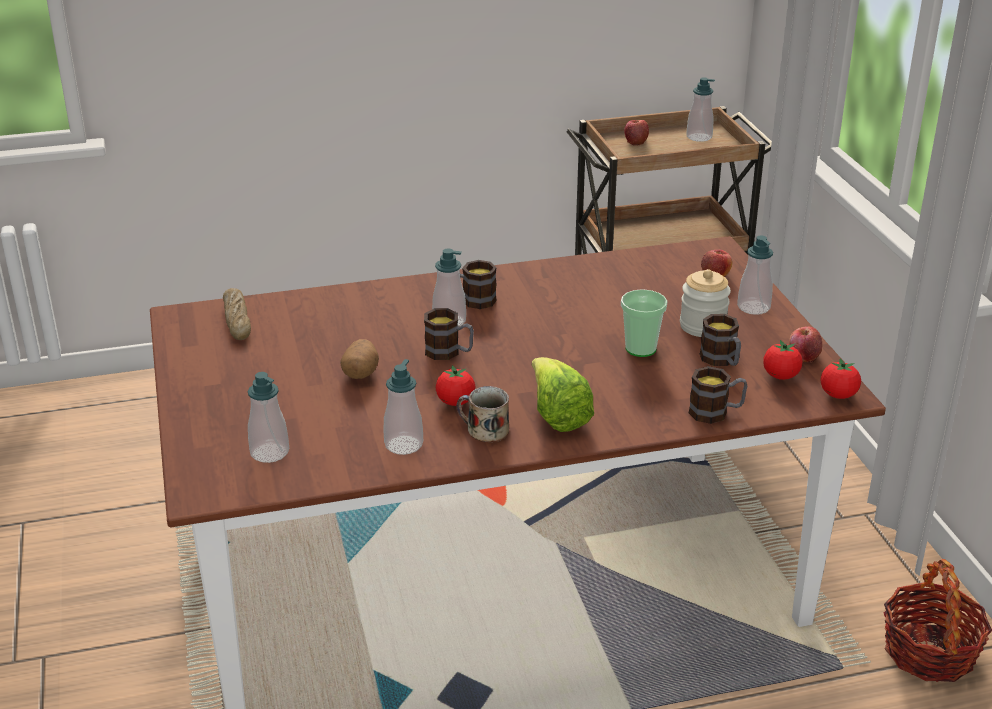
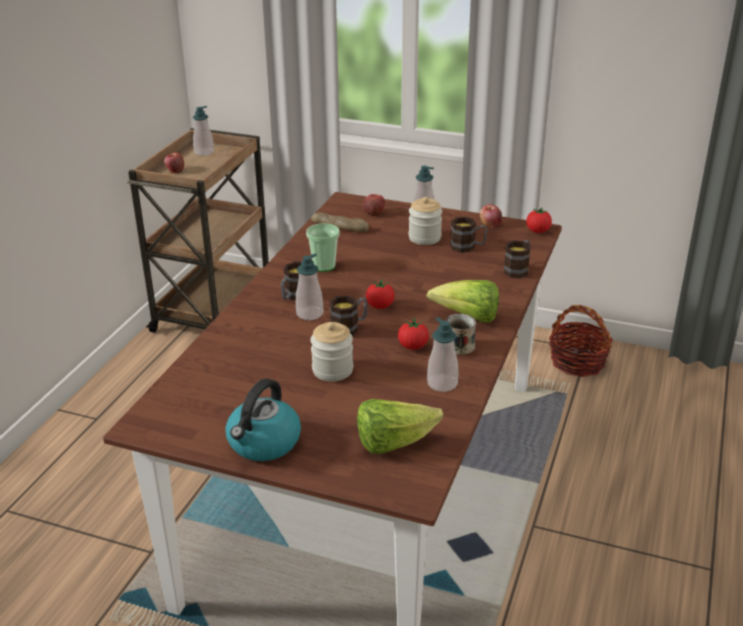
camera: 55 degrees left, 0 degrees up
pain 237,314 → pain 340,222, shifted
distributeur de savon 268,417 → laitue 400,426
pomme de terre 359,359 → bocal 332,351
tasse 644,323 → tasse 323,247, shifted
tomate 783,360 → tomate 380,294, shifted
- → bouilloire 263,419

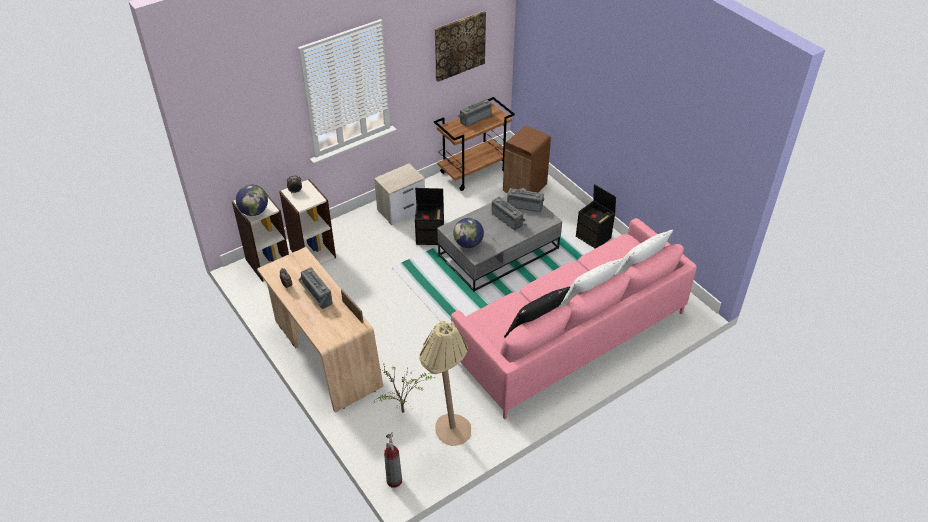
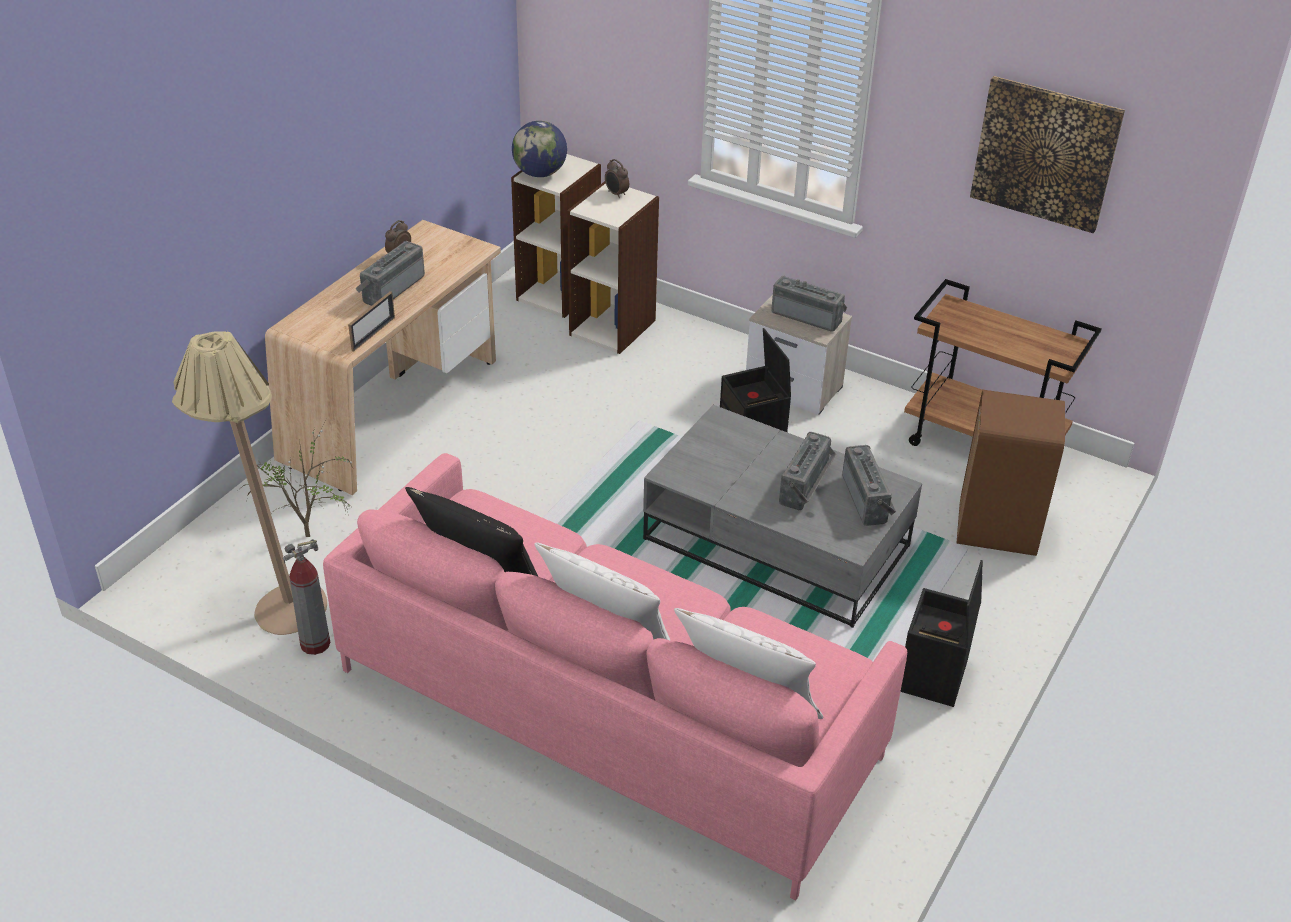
camera: 65 degrees right, 5 degrees down
extincteur 393,460 → extincteur 306,597, shifted
globe 468,233 → -
radio 475,113 → radio 809,304, shifted

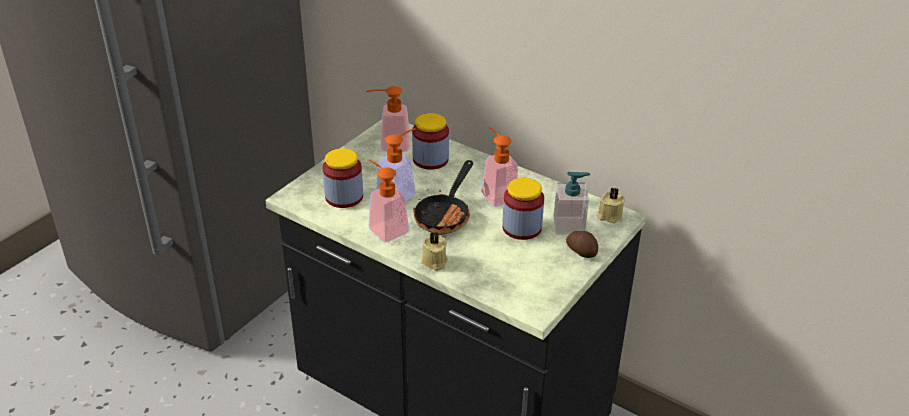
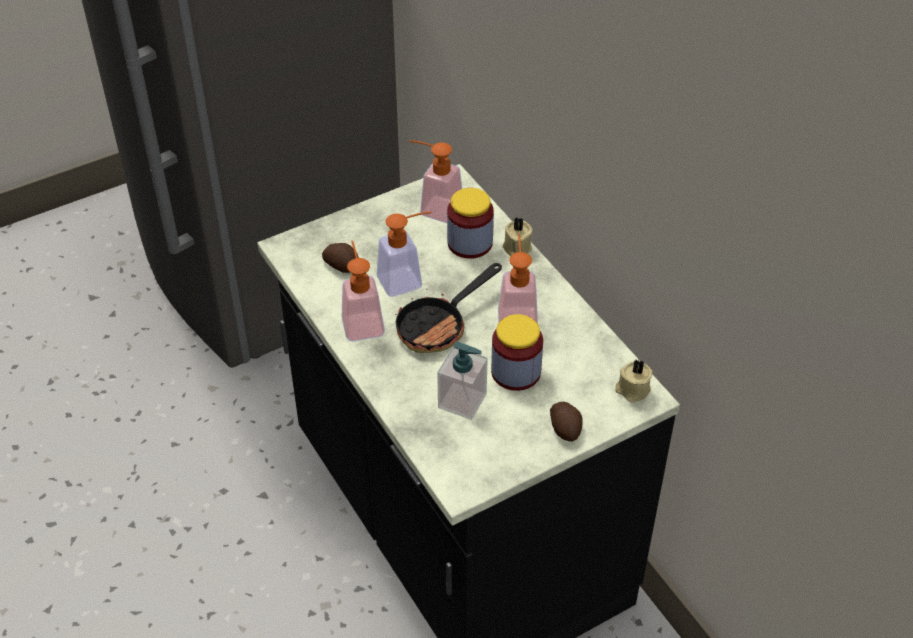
camera: 25 degrees right, 10 degrees up
bocal 343,178 → pomme de terre 340,258
bougie/beige 434,251 → bougie/beige 517,237, shifted
distributeur de savon 571,203 → distributeur de savon 462,381, shifted

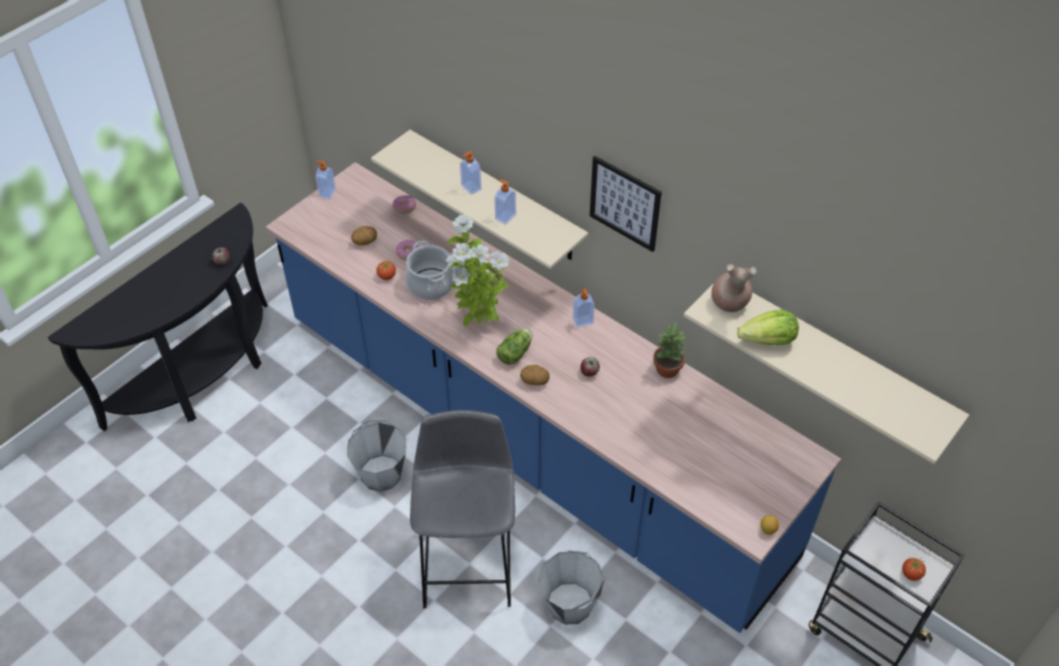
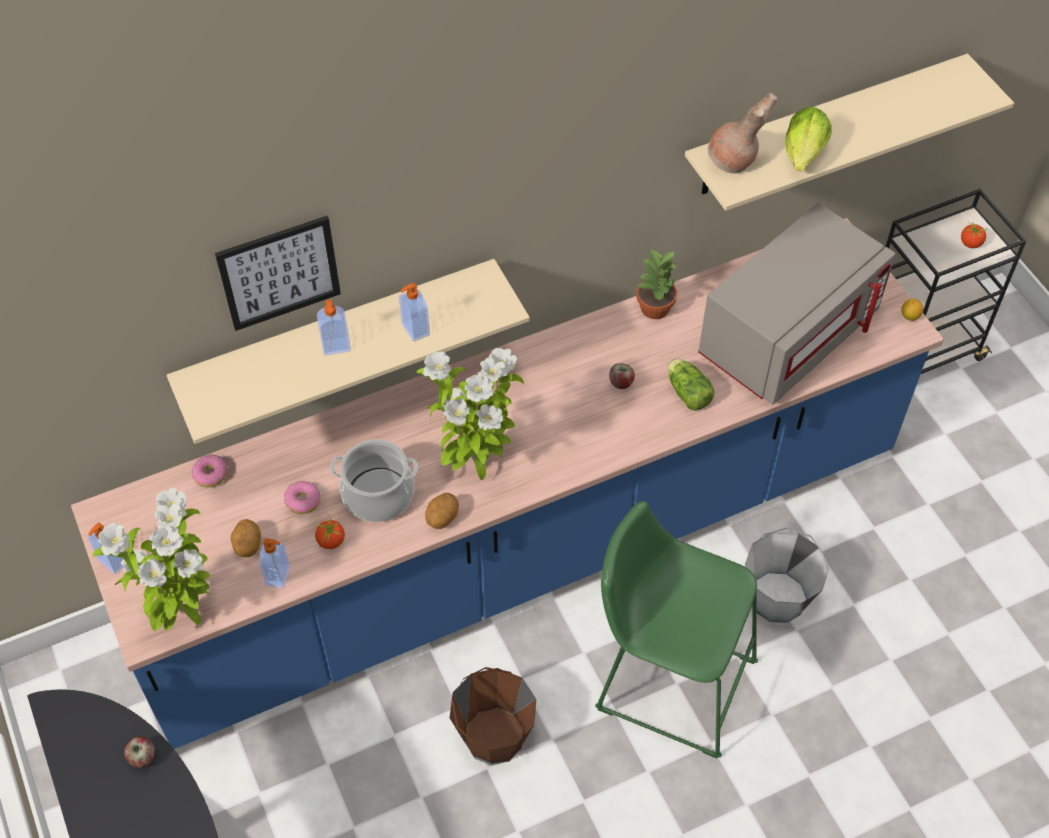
camera: 65 degrees left, 5 degrees up
seau/gris 376,456 → seau/marron 493,716
tabouret/gris 462,509 → tabouret/vert 676,629
laitue 514,346 → laitue 691,385, shifted
pomme de terre 534,375 → pomme de terre 442,511, shifted
distributeur de savon 584,308 → distributeur de savon 274,563, shifted
tableau 626,204 → tableau 278,273, shifted
- → plante en pot 151,559
- → micro-ondes/gris 797,304

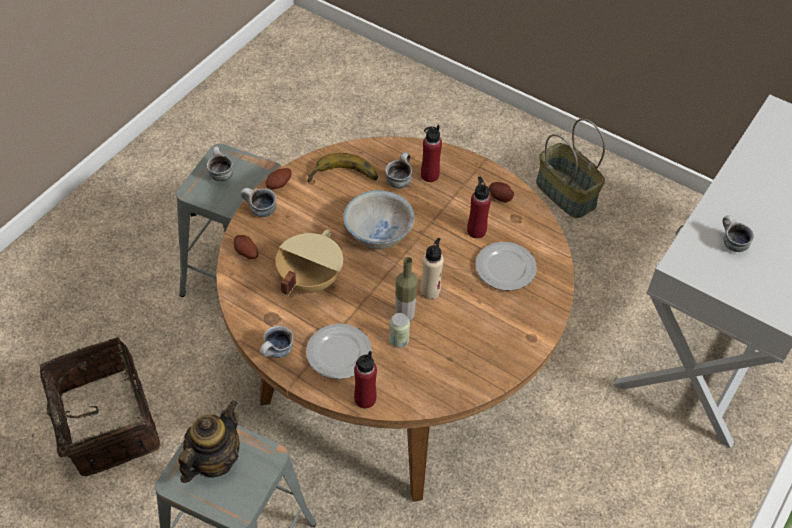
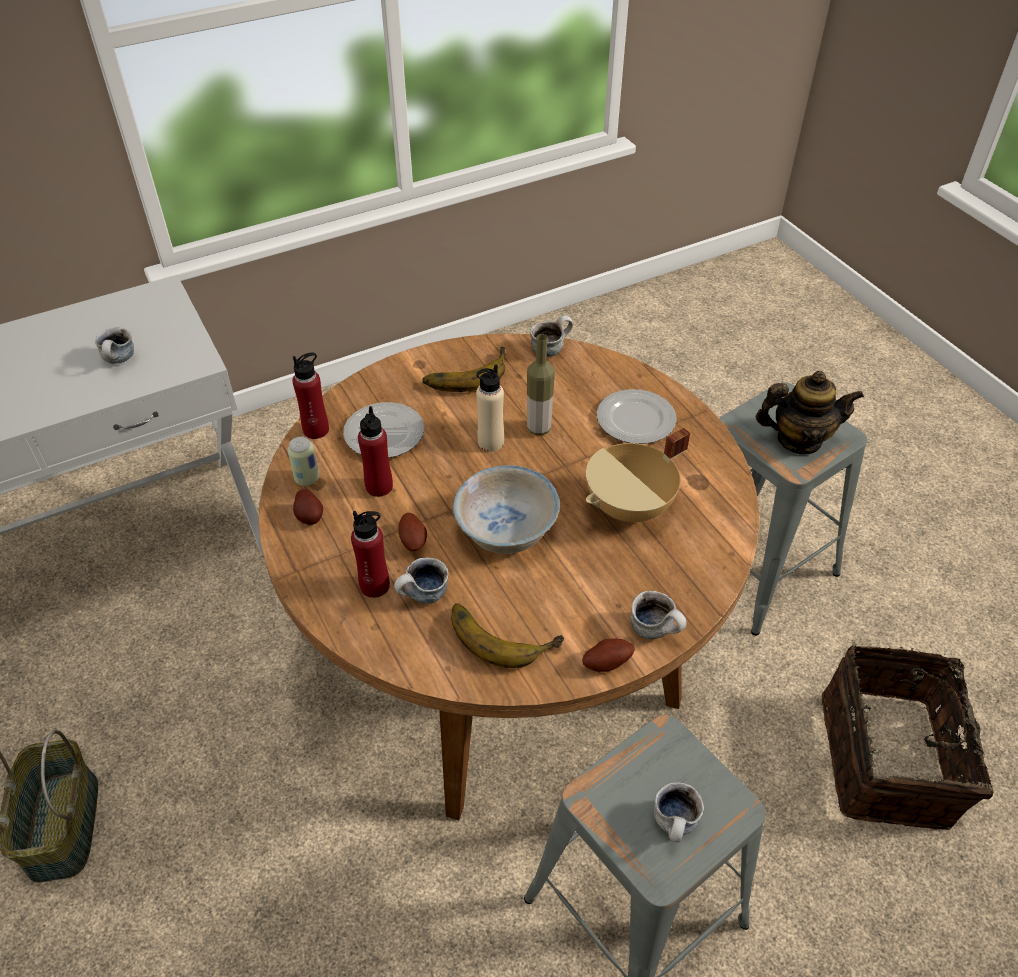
camera: 150 degrees left, 5 degrees down
théière 209,441 → théière 810,413, 150 degrees counterclockwise
pomme de terre 246,247 → pomme de terre 413,532, shifted
mug 276,342 → mug 551,336, shifted
bouteille/rouge 365,379 → bouteille/rouge 310,395, shifted
boîte métallique 399,330 → boîte métallique 303,461, shifted
- → banane 464,369

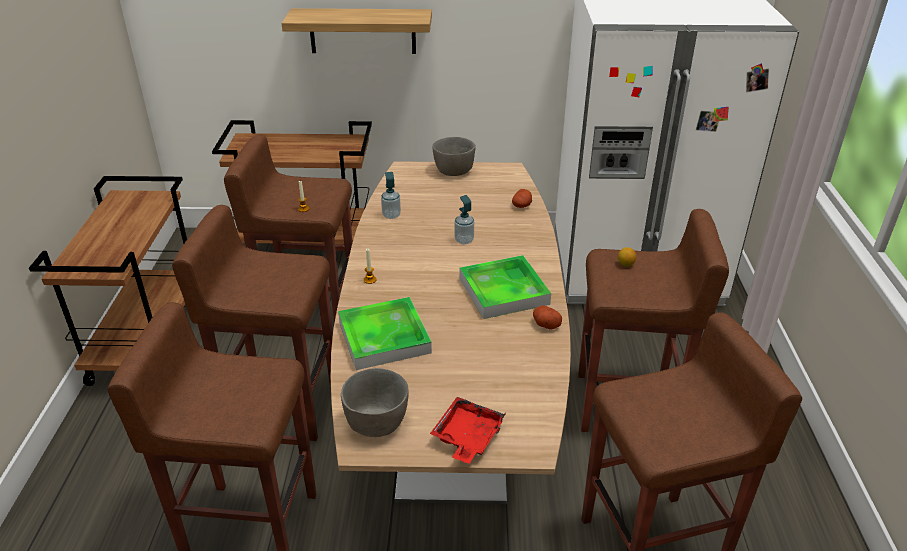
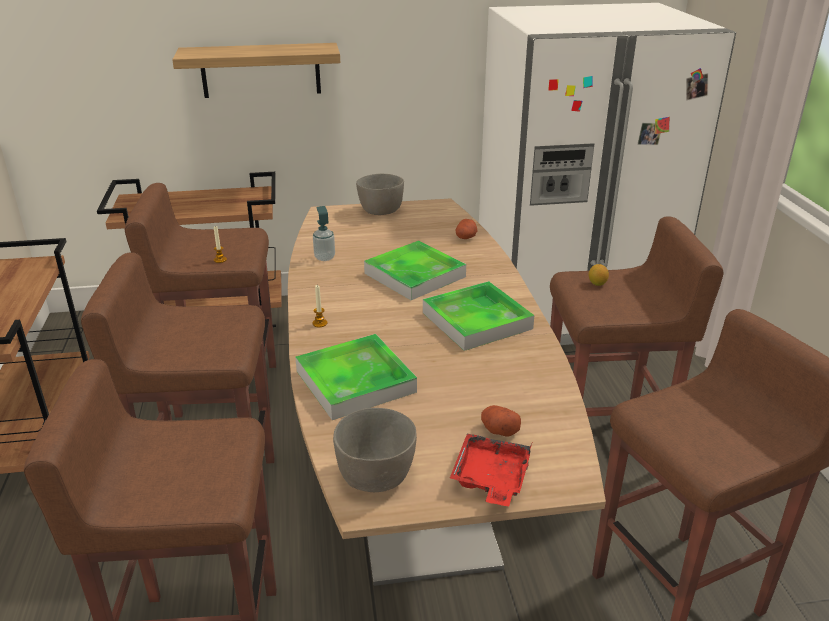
camera: 10 degrees left, 5 degrees down
distributeur de savon 464,219 → plateau 415,270
pomme de terre 547,318 → pomme de terre 501,421, shifted

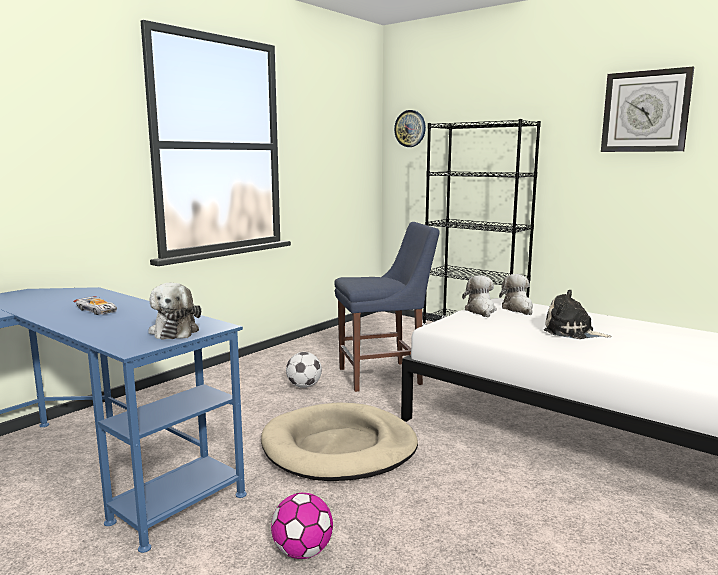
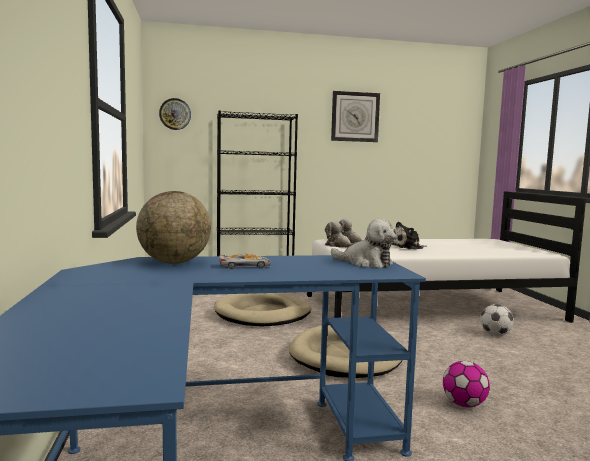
camera: 50 degrees left, 5 degrees down
ballon de foot 304,370 → ballon de foot 497,320, shifted
chaise/bleu 387,307 → panier pour chien/beige 262,309
- → globe 173,227

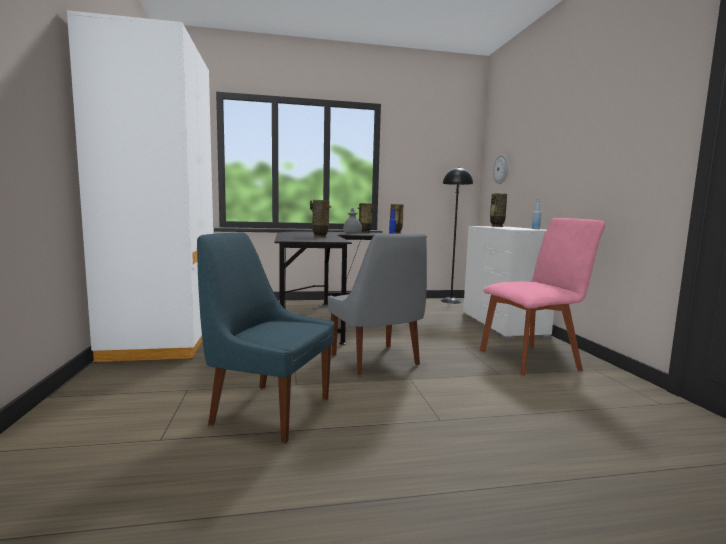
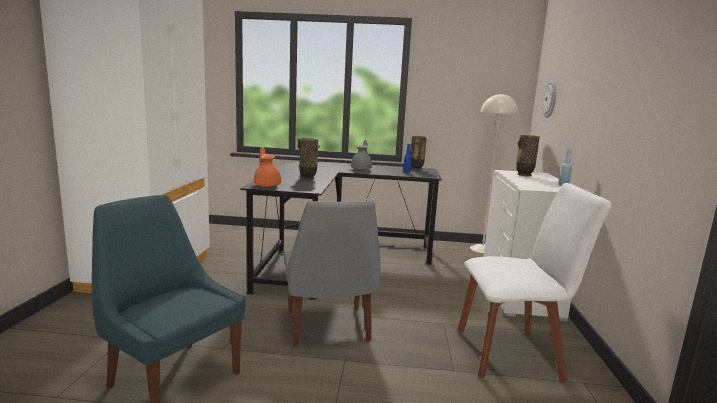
camera: 15 degrees right, 5 degrees up
vase 366,218 → -
lampadaire/noir 457,235 → lampadaire/beige 494,173
chaise/rose 542,297 → chaise/blanc 535,283
- → théière/orange 267,167

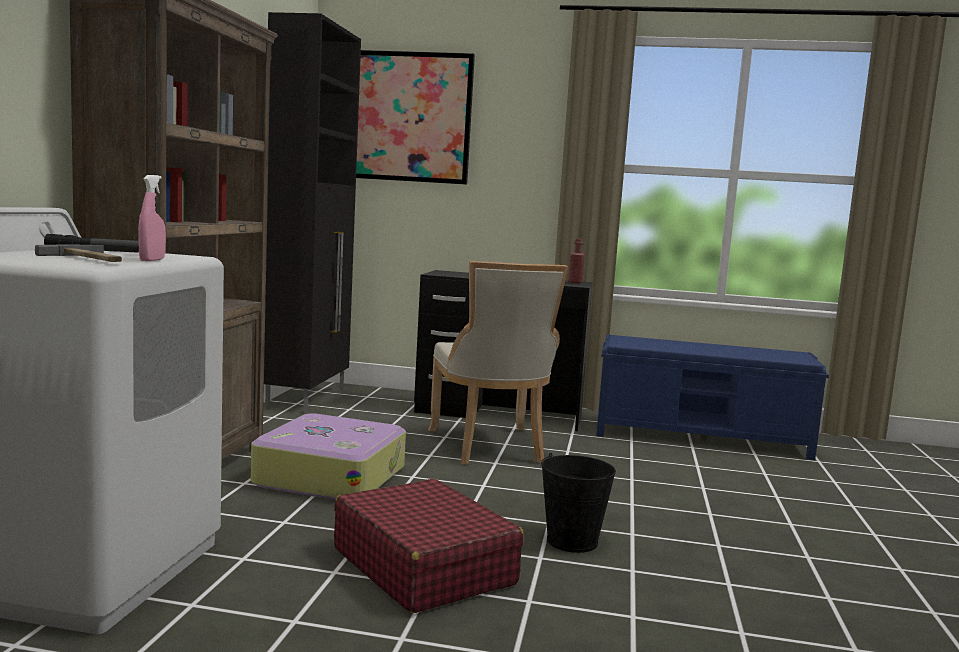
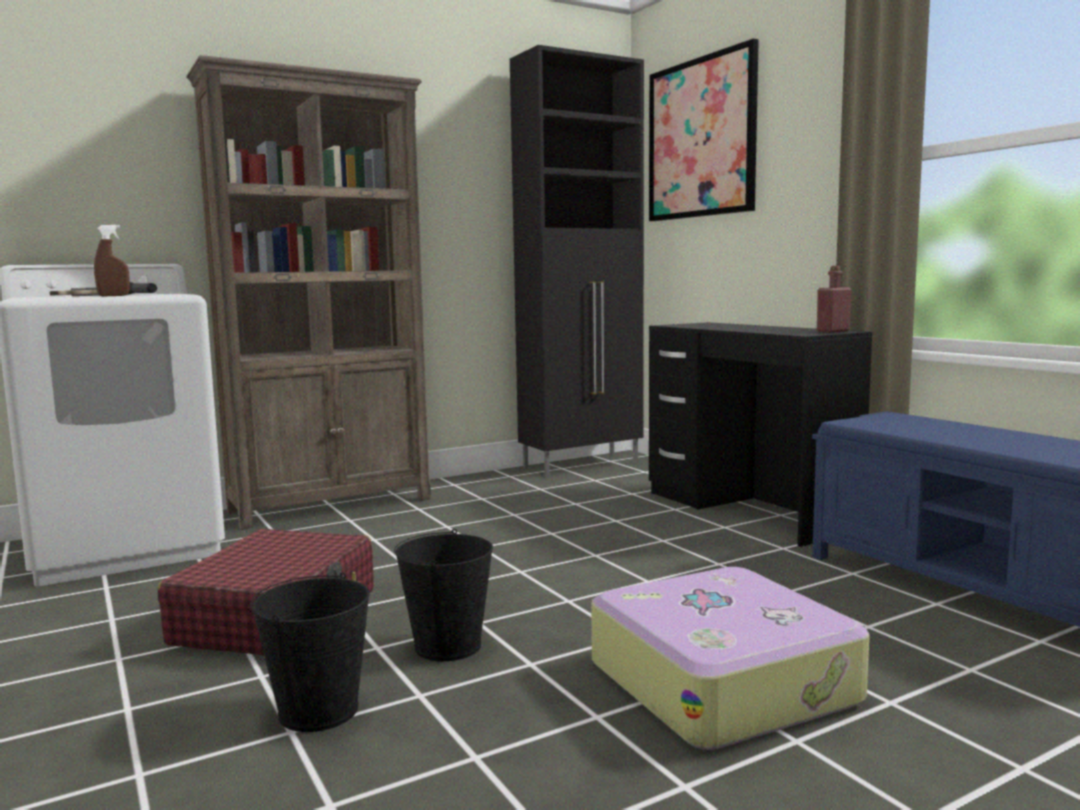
camera: 50 degrees right, 0 degrees up
vaporisateur/rose 152,218 → vaporisateur/marron 112,260
valise 328,456 → valise 730,658, shifted
chaise/beige 498,363 → -
- → seau/noir 310,652

